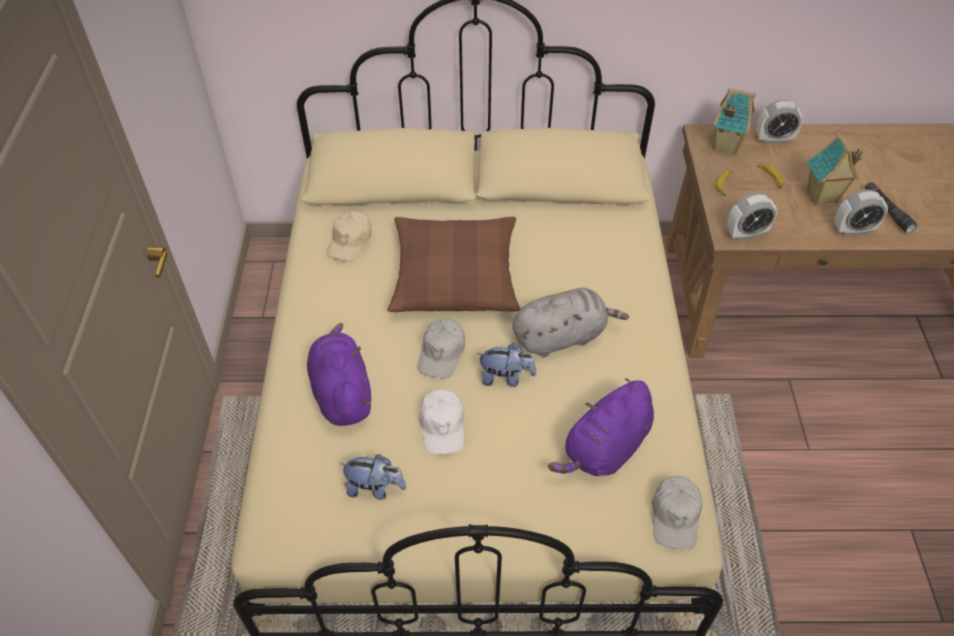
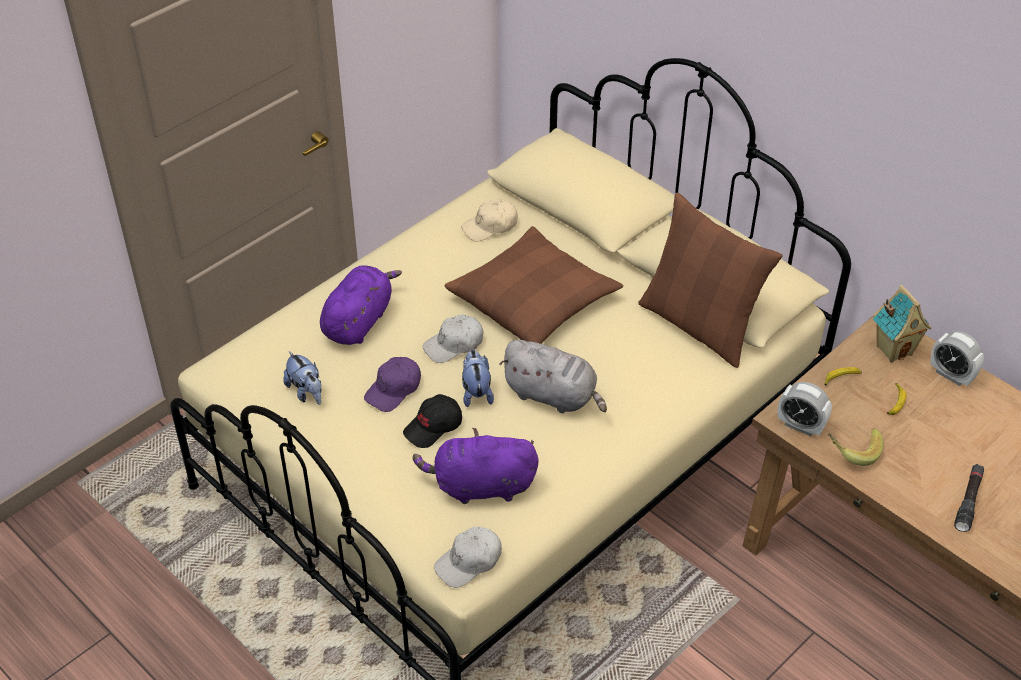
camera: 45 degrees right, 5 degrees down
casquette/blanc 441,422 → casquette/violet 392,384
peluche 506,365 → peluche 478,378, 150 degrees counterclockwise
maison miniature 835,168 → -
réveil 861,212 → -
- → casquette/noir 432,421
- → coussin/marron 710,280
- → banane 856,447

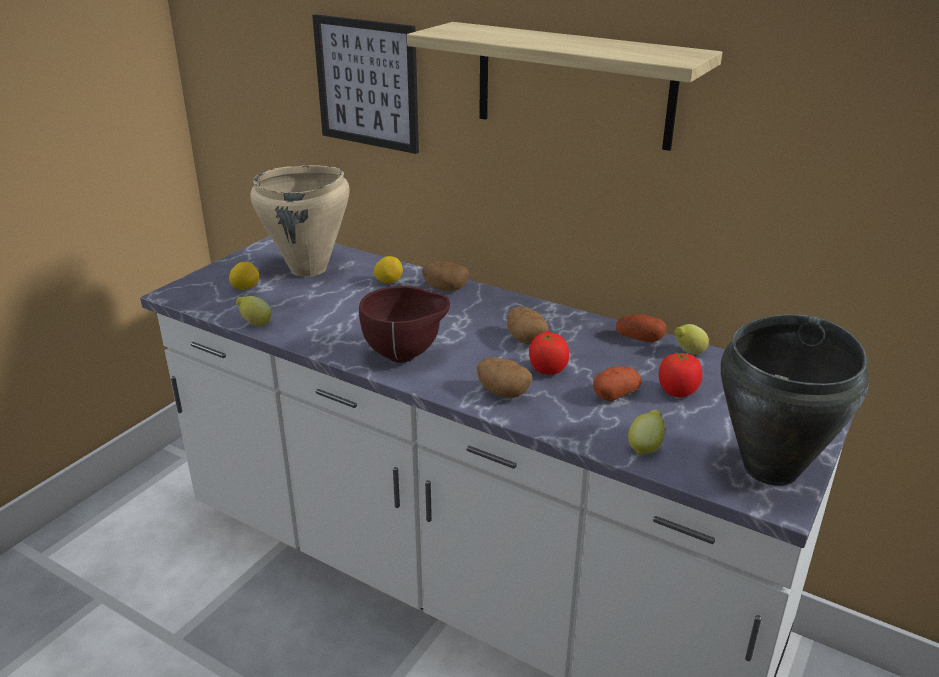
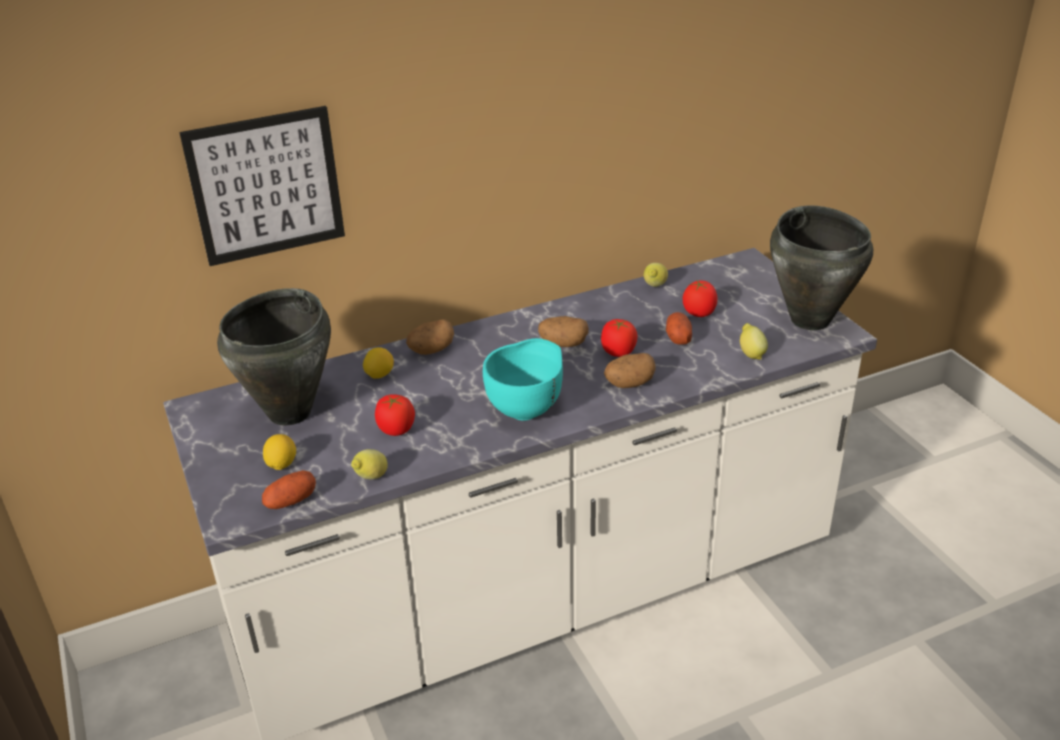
camera: 55 degrees left, 5 degrees up
marmite/beige 300,221 → marmite/noir 274,356
bol/marron 404,324 → bol/turquoise 523,379
étagère 564,86 → -
pomme de terre 641,328 → pomme de terre 289,489, shifted
- → tomate 395,415

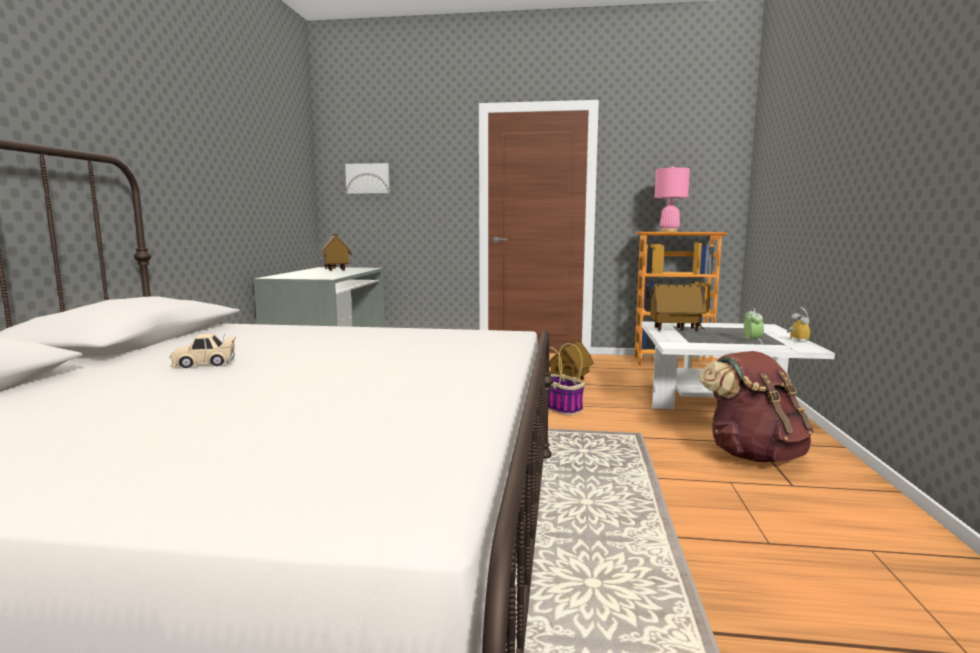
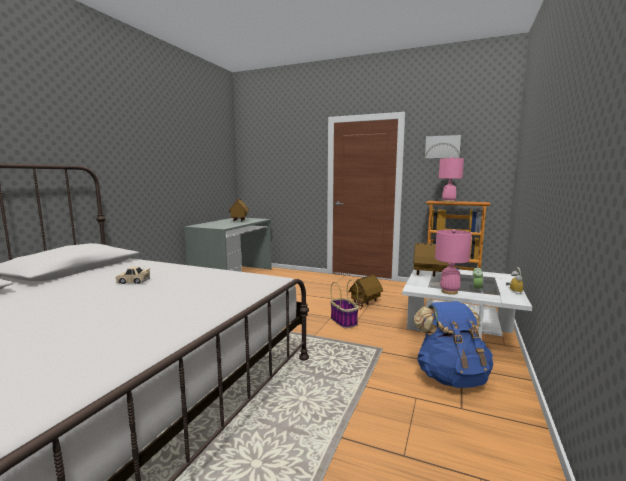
camera: 15 degrees right, 0 degrees up
petite voiture/beige 202,351 → petite voiture/beige 132,275, shifted
tableau 367,178 → tableau 443,146, shifted
sac à dos/marron 756,406 → sac à dos/bleu 453,344
- → lampe de table/rose 453,262

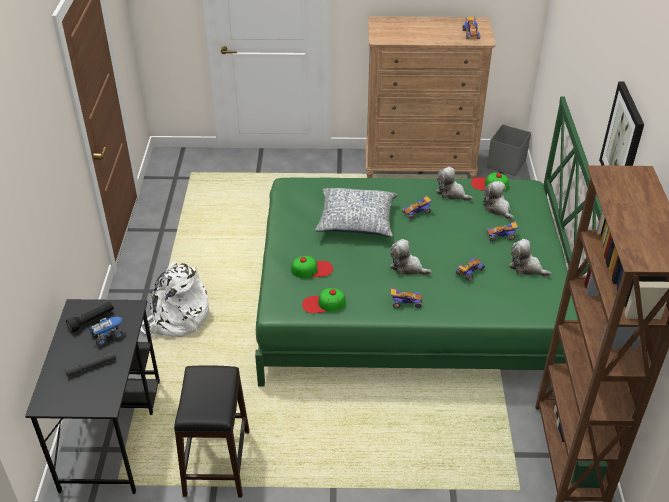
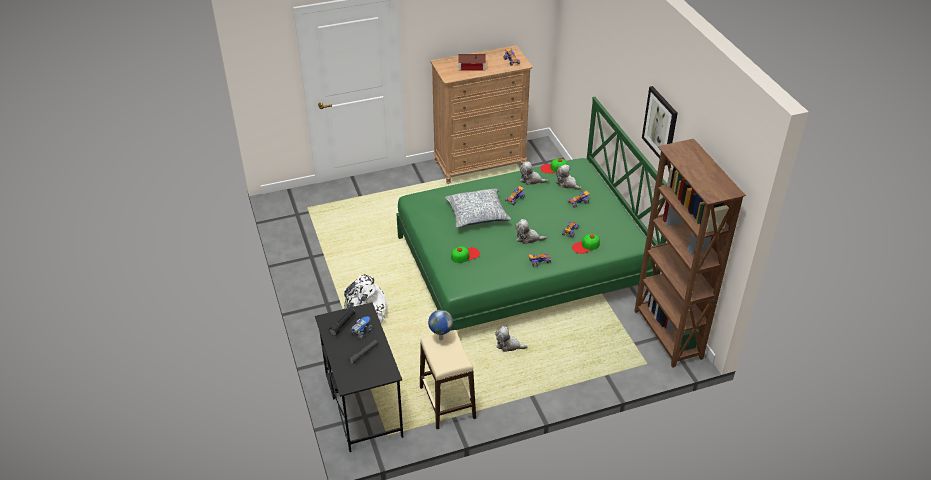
camera: 20 degrees left, 0 degrees up
tabouret/noir 211,431 → tabouret/beige 448,379
casquette 324,300 → casquette 586,244, shifted
boîte de rangement/gris 509,150 → -
peluche 530,258 → peluche 511,339, shifted
- → globe 440,325
- → maison miniature 472,62

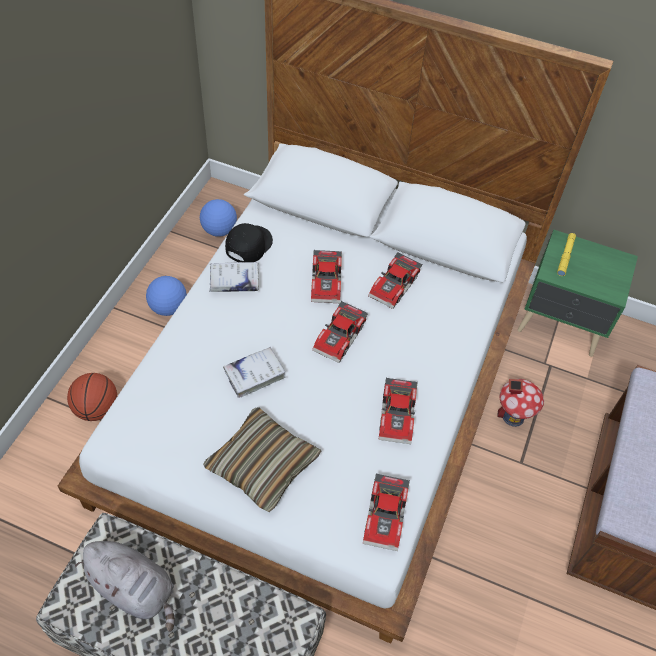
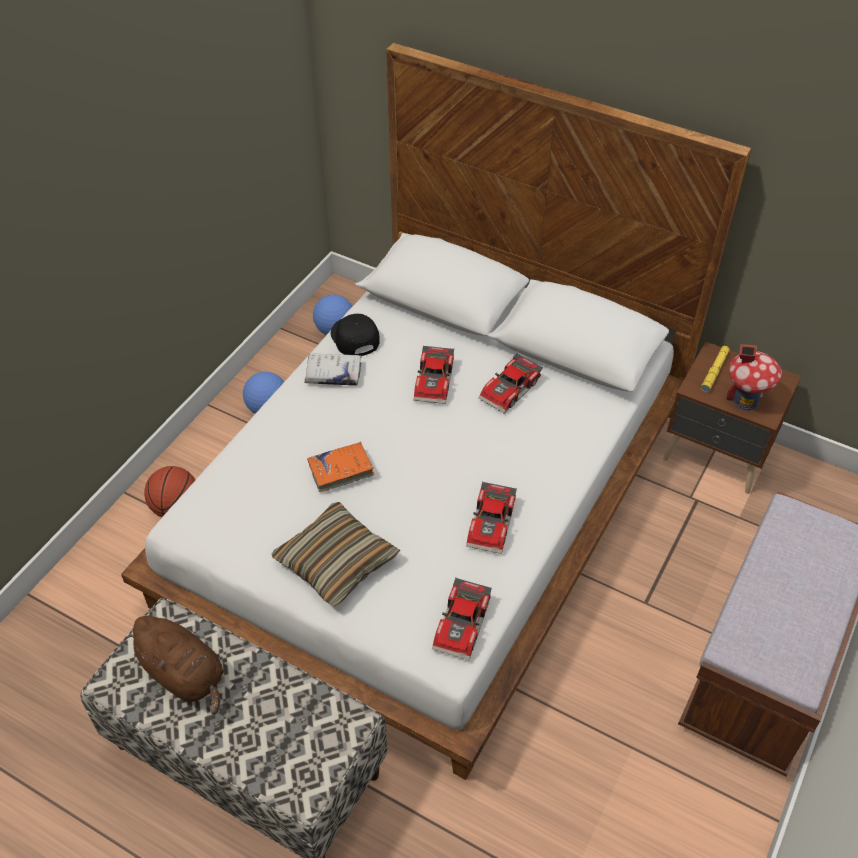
camera: 10 degrees right, 5 degrees down
peluche/gris 125,586 → peluche/marron 174,665
livre/blanc 254,372 → livre/orange 340,467
casquette/noir 249,242 → casquette/noir 355,335, 60 degrees counterclockwise
petite voiture 340,332 → -
maison miniature 520,403 → maison miniature 754,377, shifted
table de chevet/vert 577,293 → table de chevet/marron 732,418

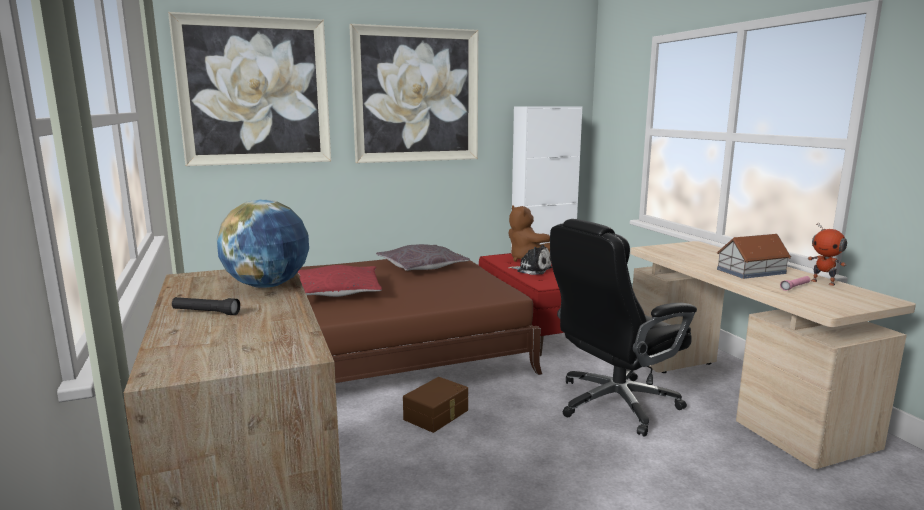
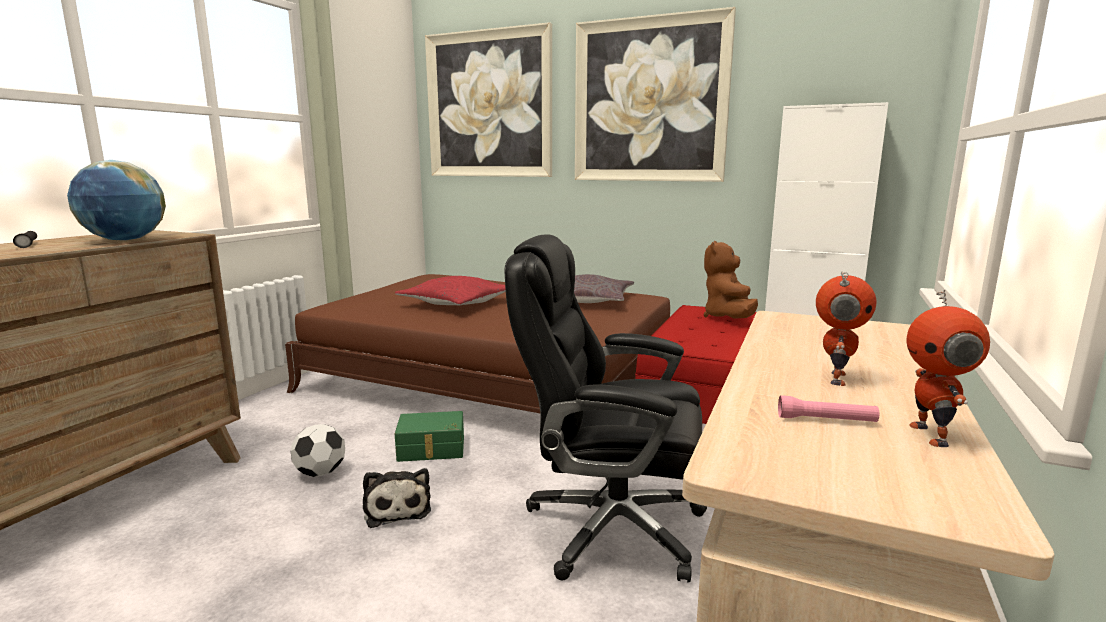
camera: 45 degrees right, 0 degrees up
boîte de rangement/marron 435,405 → boîte de rangement/vert 429,436
peluche 530,259 → peluche 397,498, shifted
maison miniature 754,256 → robot jouet 846,328
- → ballon de foot 318,450

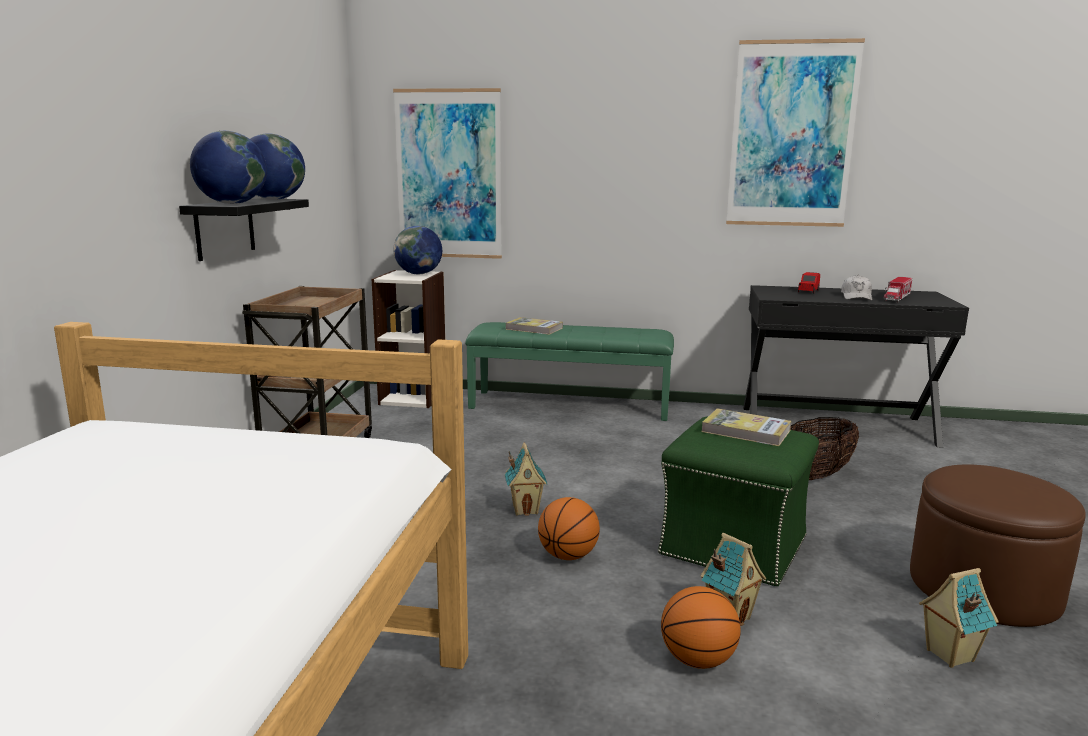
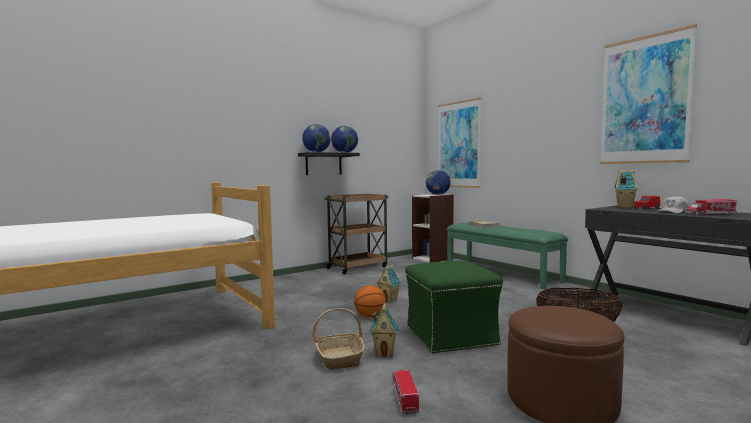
camera: 45 degrees right, 10 degrees down
ballon de basket 701,627 → panier 339,339
livre 746,427 → -
maison miniature 958,618 → maison miniature 626,189, shifted
- → camion jouet 405,392

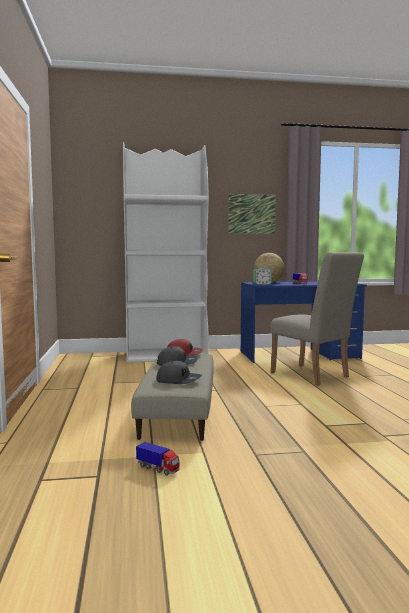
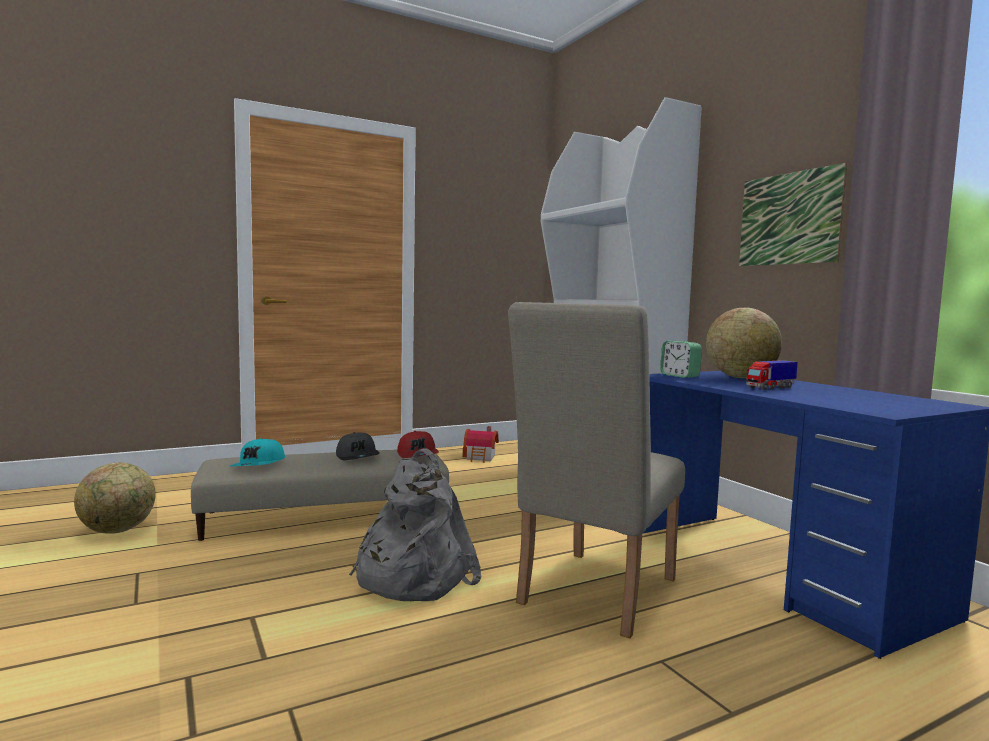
camera: 70 degrees right, 0 degrees up
camion jouet 157,458 → globe 115,498
casquette/gris 179,372 → casquette/turquoise 257,452
- → sac à dos/gris 415,525
- → maison miniature 481,444

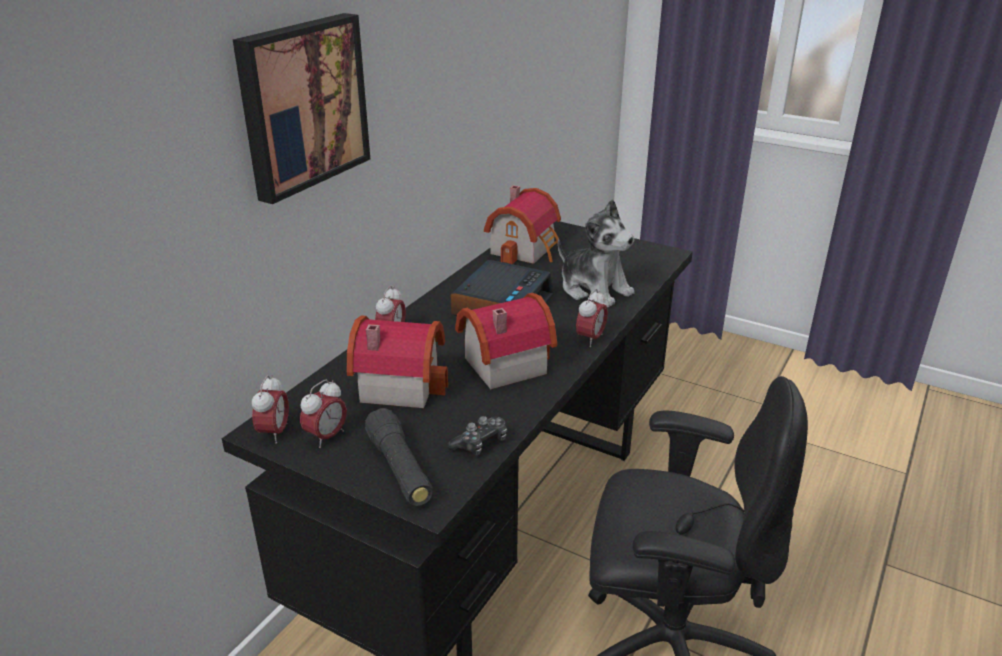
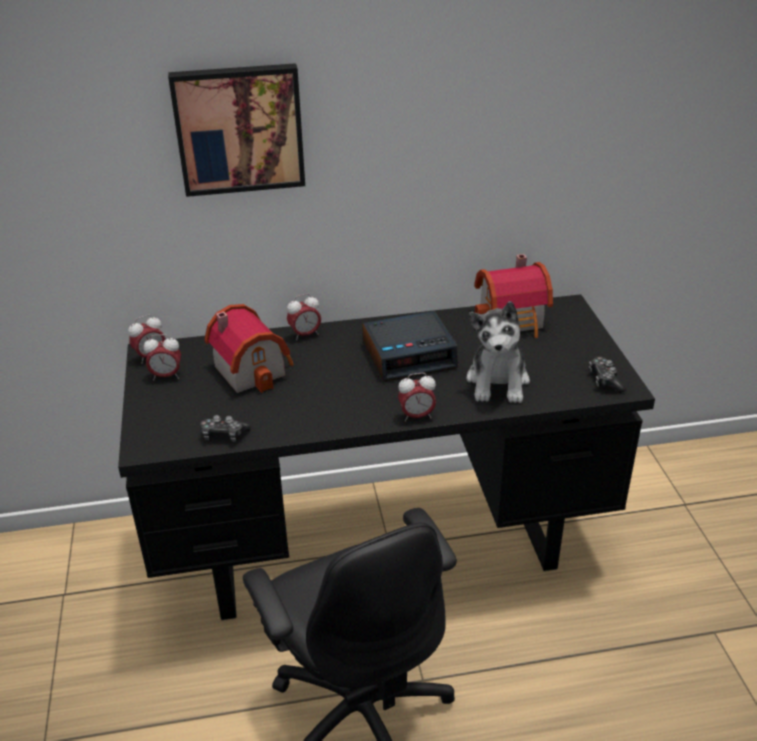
camera: 50 degrees right, 5 degrees up
lampe de poche/noir 399,457 → -
maison miniature 506,341 → -
- → manette 607,375

